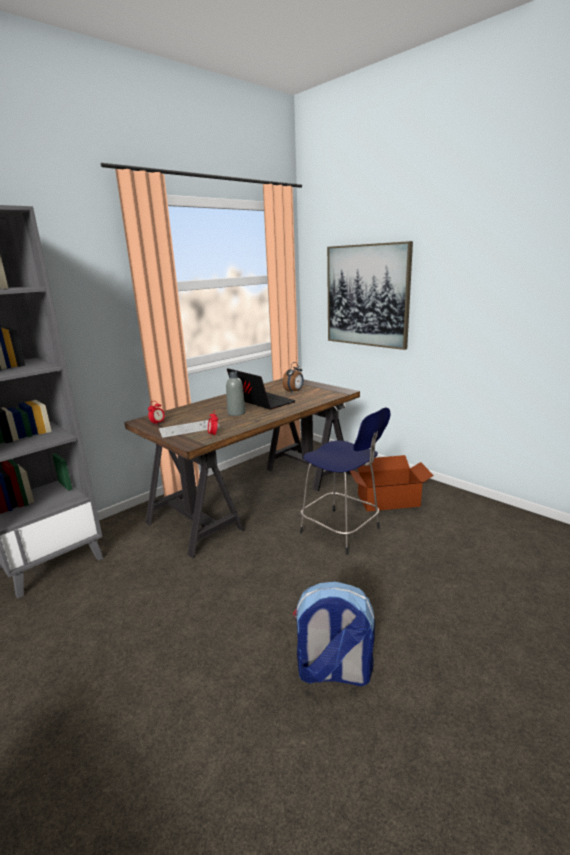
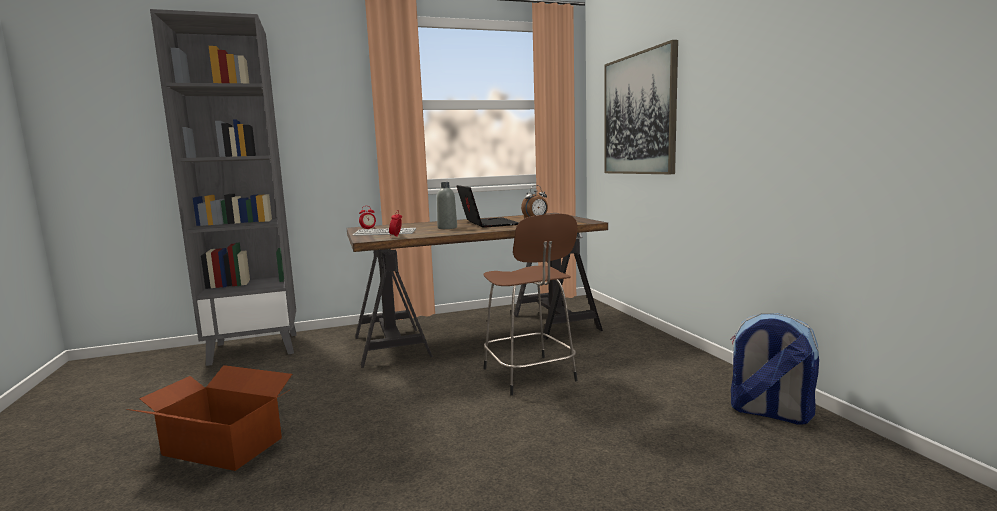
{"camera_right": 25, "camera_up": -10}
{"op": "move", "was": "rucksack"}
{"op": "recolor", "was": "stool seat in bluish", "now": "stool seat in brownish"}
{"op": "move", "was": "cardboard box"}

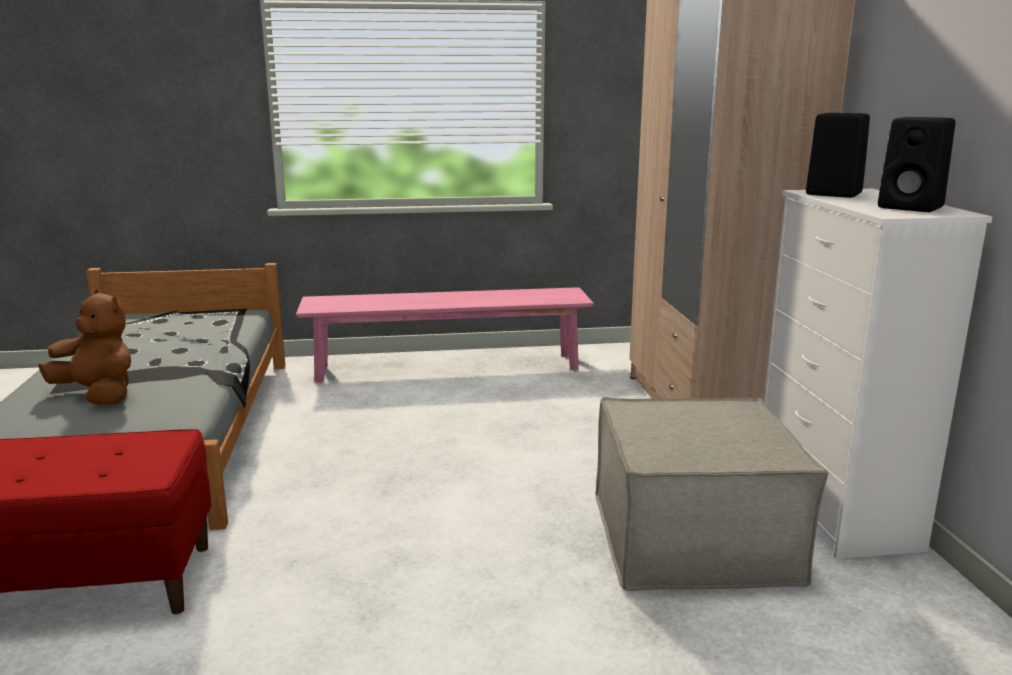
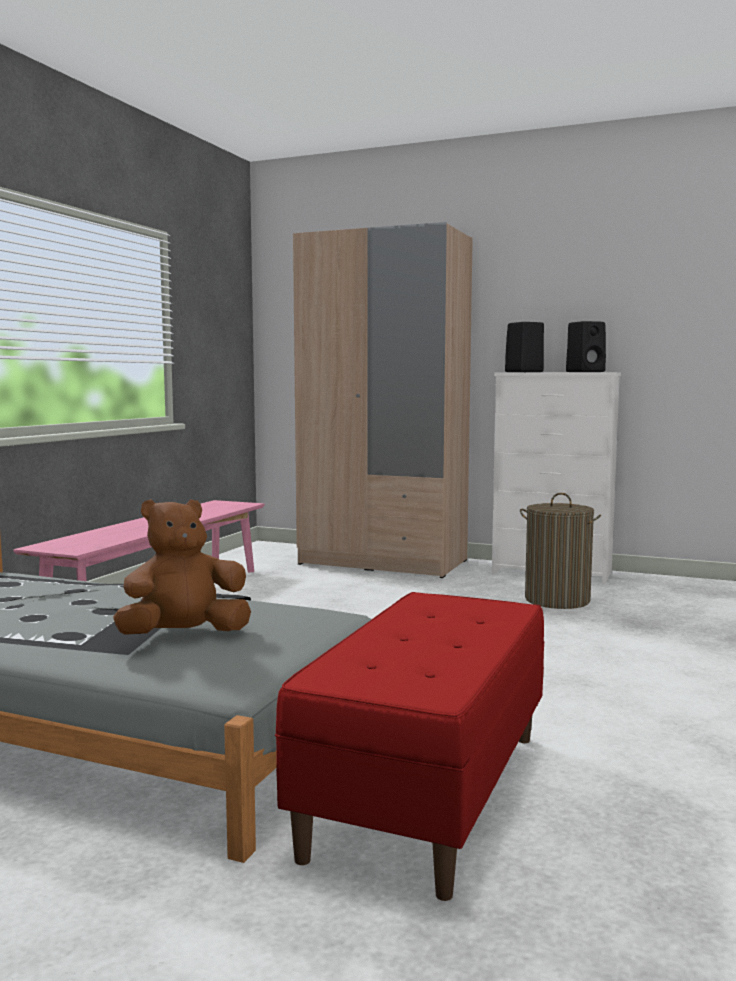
{"camera_right": -60, "camera_up": -10}
{"op": "replace", "was": "footrest in beige-coloured", "now": "washing basket"}

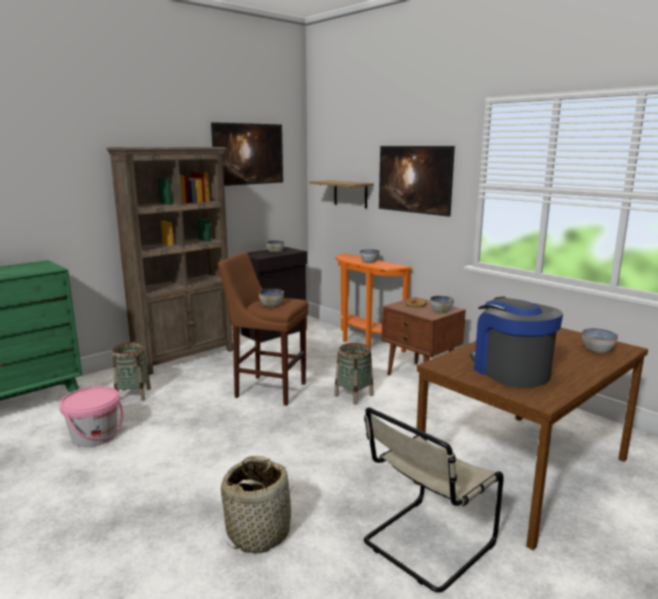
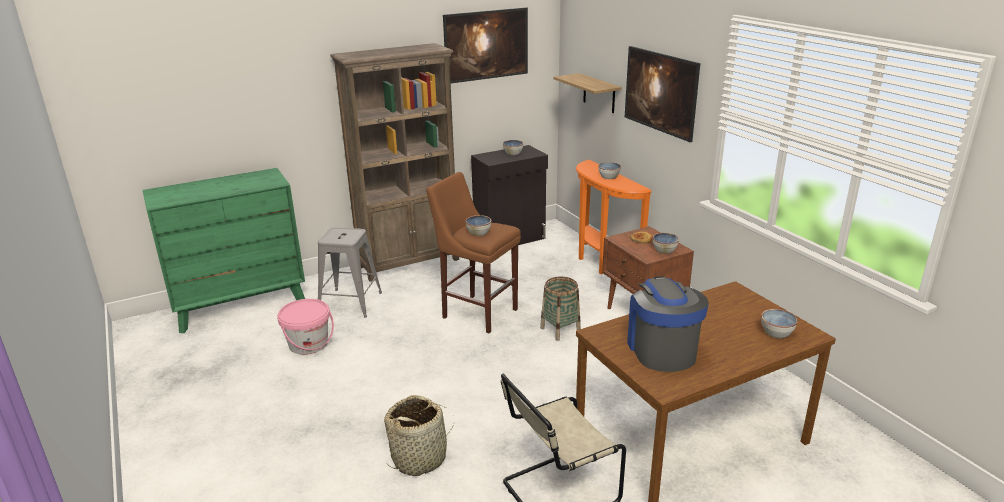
{"camera_right": 15, "camera_up": 10}
{"op": "replace", "was": "storage basket (1st from left)", "now": "stool seat in gray"}

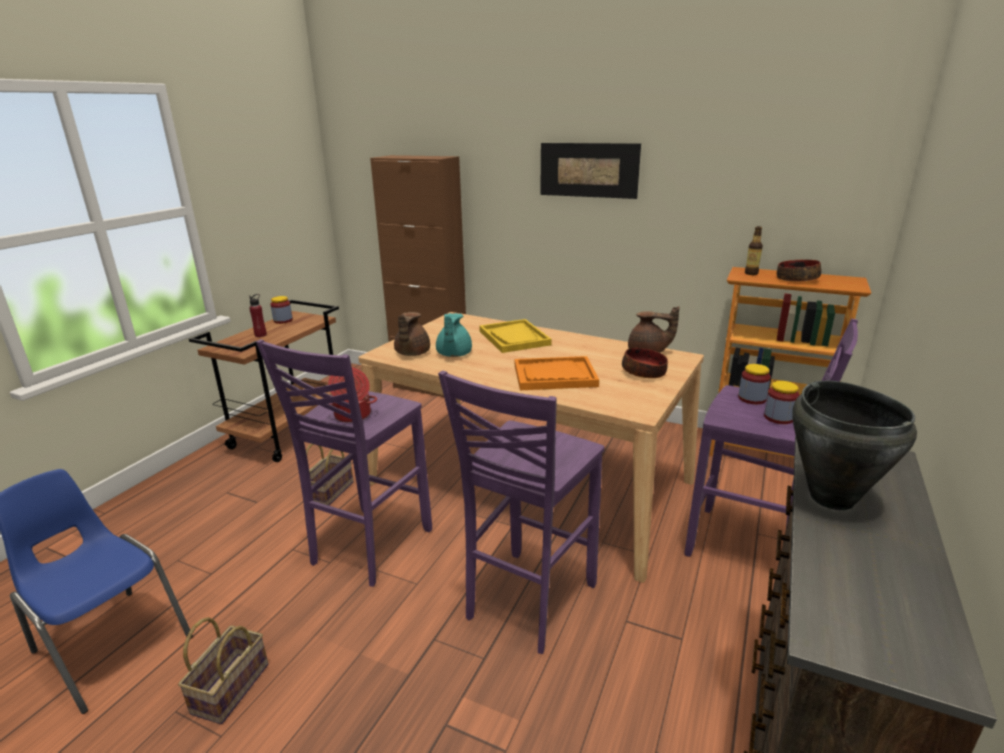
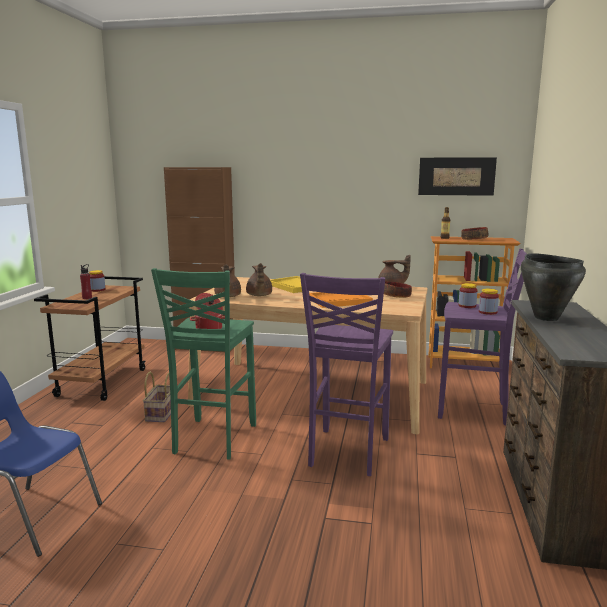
{"camera_right": -15, "camera_up": -10}
{"op": "delete", "was": "storage basket (1st from left)"}
{"op": "recolor", "was": "stool seat in purplish (1st from left)", "now": "stool seat in greenish"}
{"op": "recolor", "was": "tea pot in blue-green", "now": "tea pot in brownish (2nd from left)"}
{"op": "move", "was": "wall picture"}

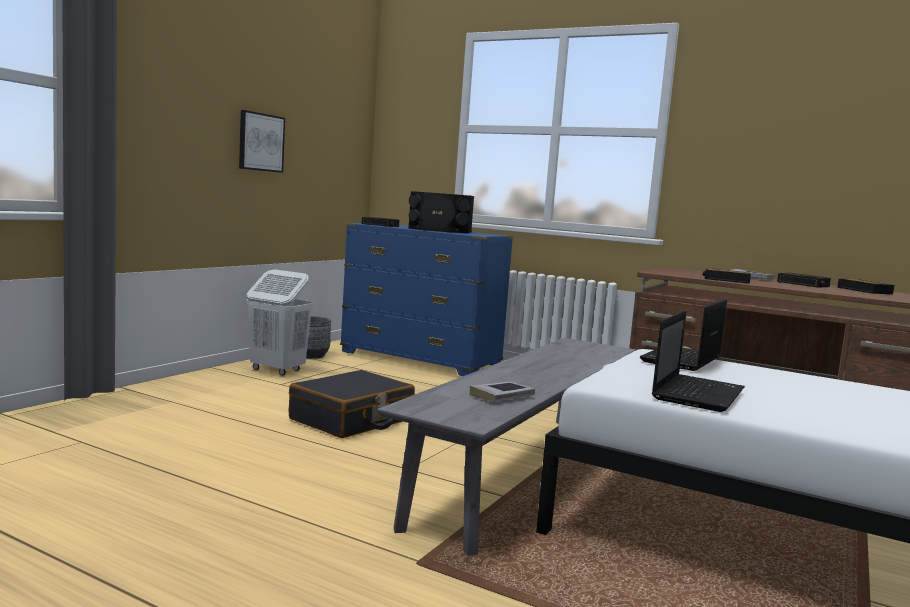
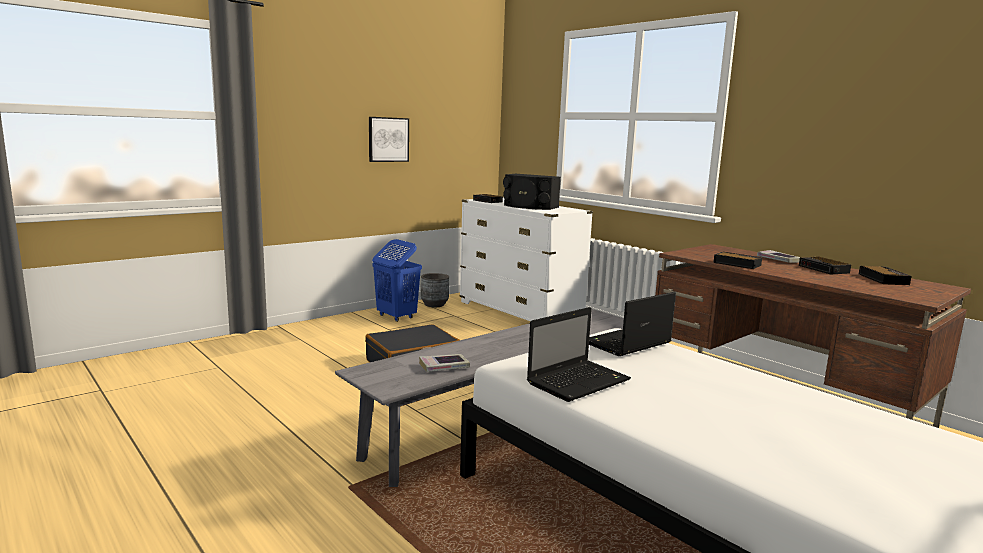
{"camera_right": 20, "camera_up": 5}
{"op": "recolor", "was": "washing basket in white", "now": "washing basket in bluish"}
{"op": "recolor", "was": "dresser in bluish", "now": "dresser in white"}

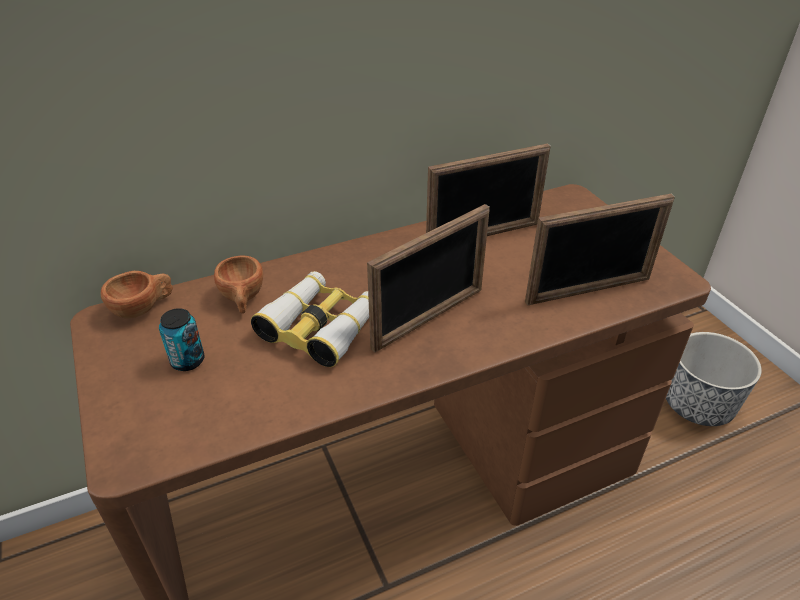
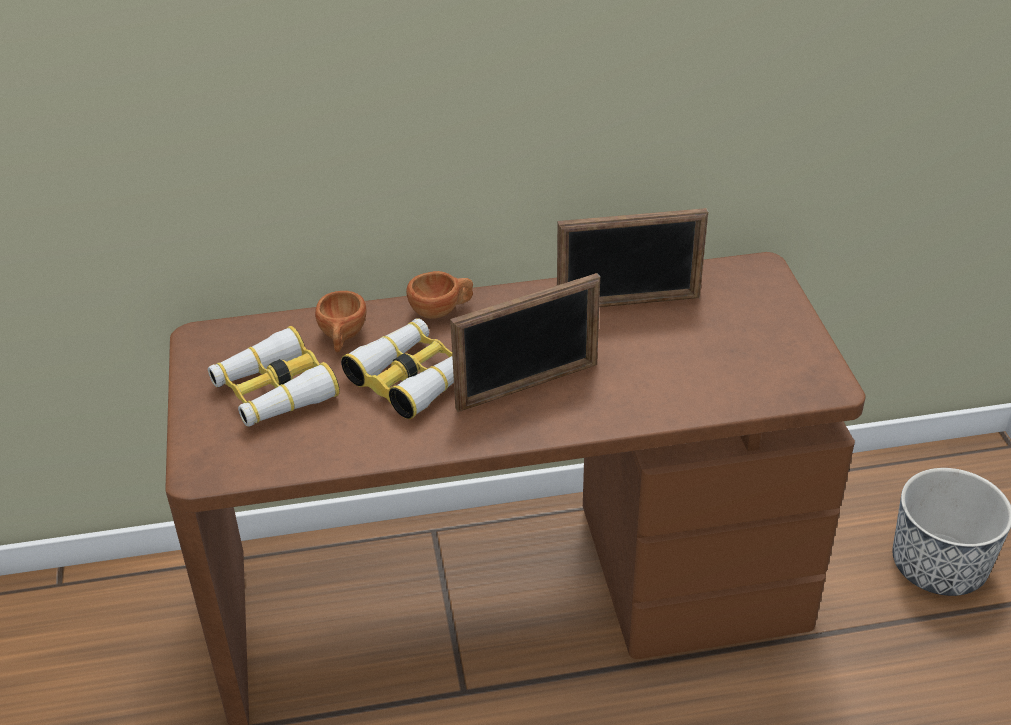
{"camera_right": 15, "camera_up": 0}
{"op": "move", "was": "drinking cup in brownish (1st from left in the first image)", "now": "drinking cup in brownish (2nd from left)"}
{"op": "replace", "was": "metal can", "now": "field glasses (1st from left)"}
{"op": "delete", "was": "photo frame (3rd from left)"}

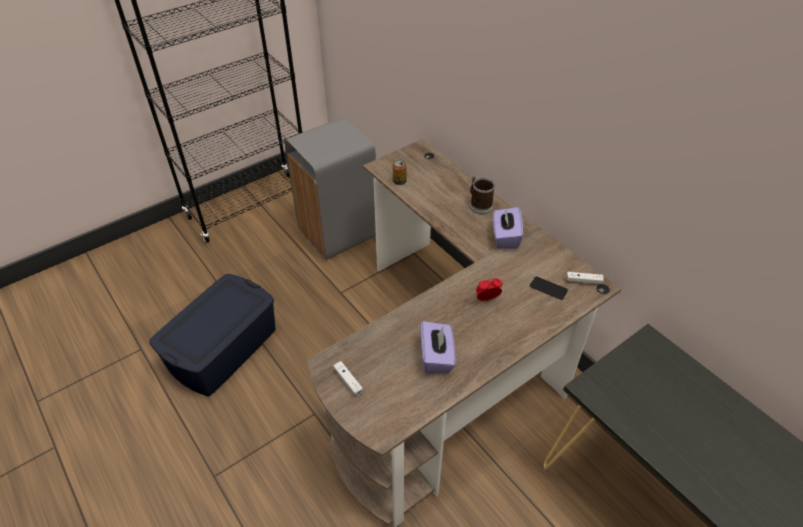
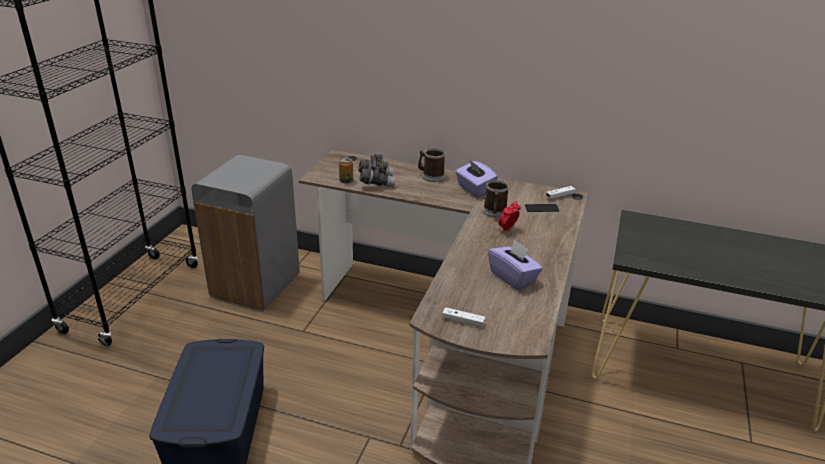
{"camera_right": -35, "camera_up": -15}
{"op": "insert", "now": "field glasses in gray"}
{"op": "insert", "now": "mug (2nd from left)"}

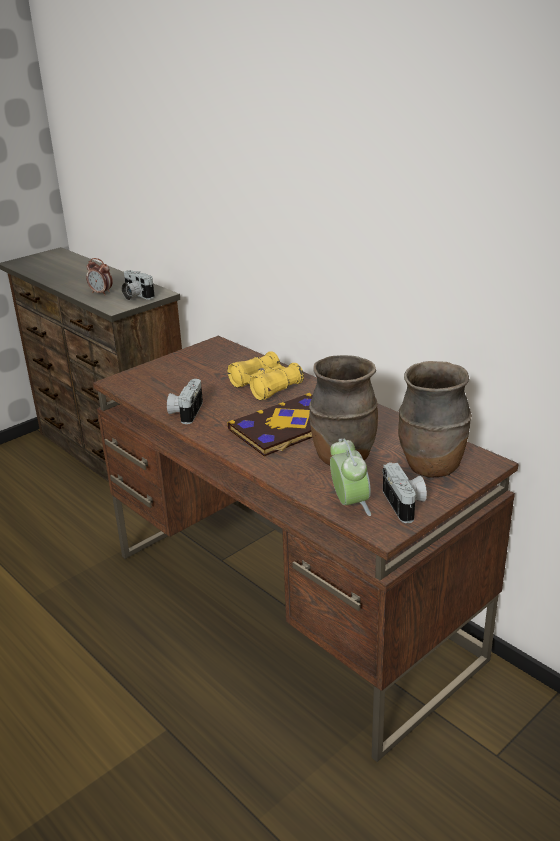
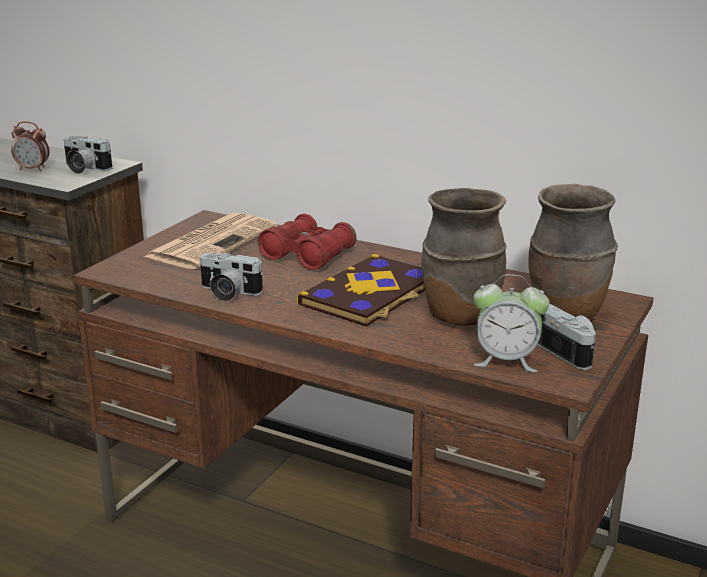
{"camera_right": -20, "camera_up": -5}
{"op": "rotate", "was": "still camera (2nd from left)", "clockwise": -60}
{"op": "recolor", "was": "field glasses in yellow-coloured", "now": "field glasses in red"}
{"op": "rotate", "was": "alarm clock (2nd from left)", "clockwise": 135}
{"op": "insert", "now": "printed paper"}

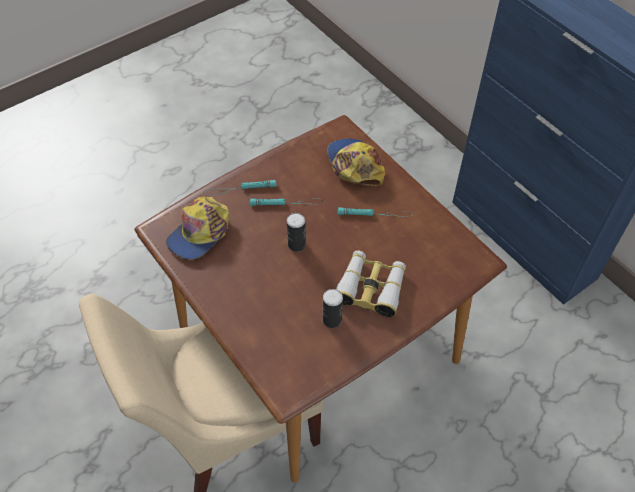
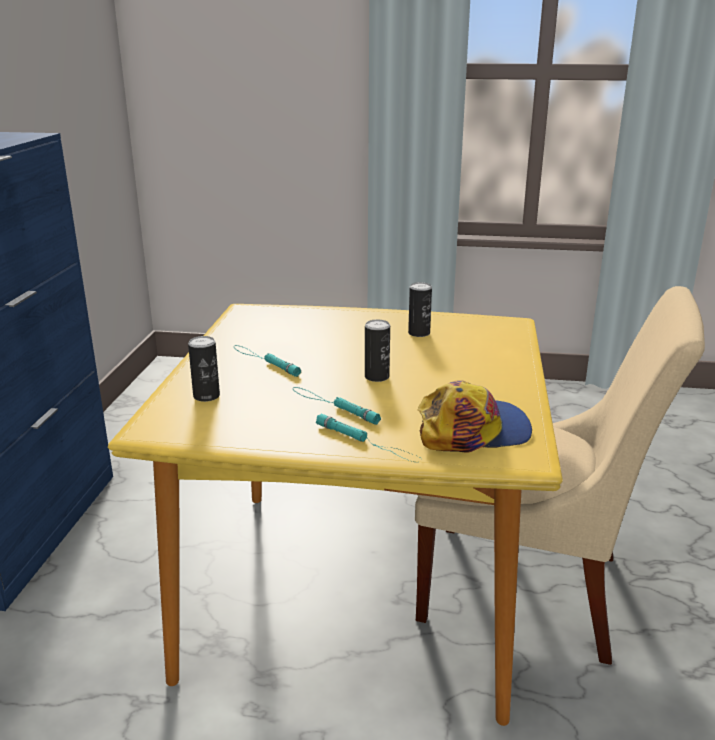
{"camera_right": -135, "camera_up": -30}
{"op": "recolor", "was": "kitchen table in brownish", "now": "kitchen table in yellow-coloured"}
{"op": "replace", "was": "baseball cap (2nd from left)", "now": "metal can (1st from left)"}
{"op": "delete", "was": "field glasses"}

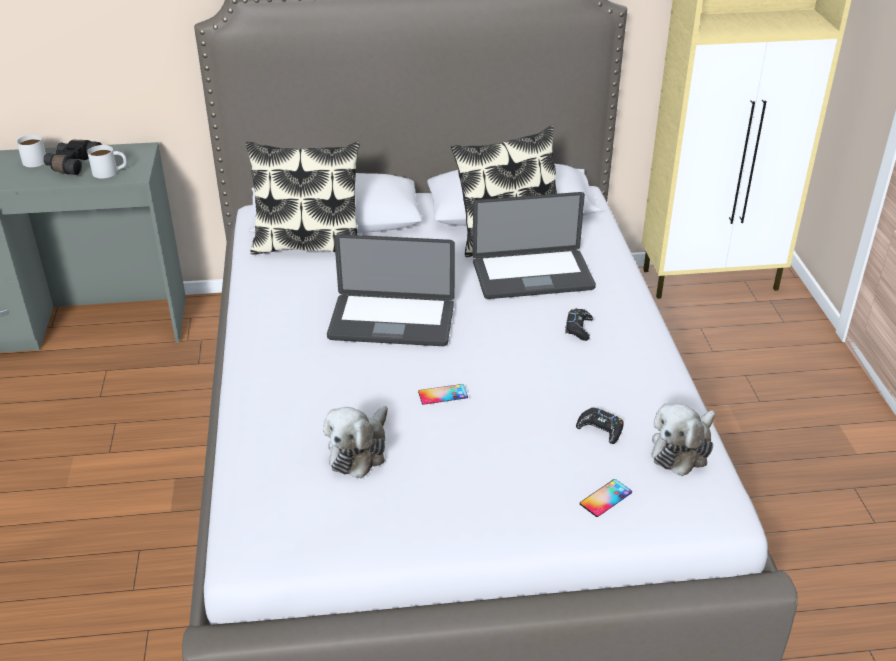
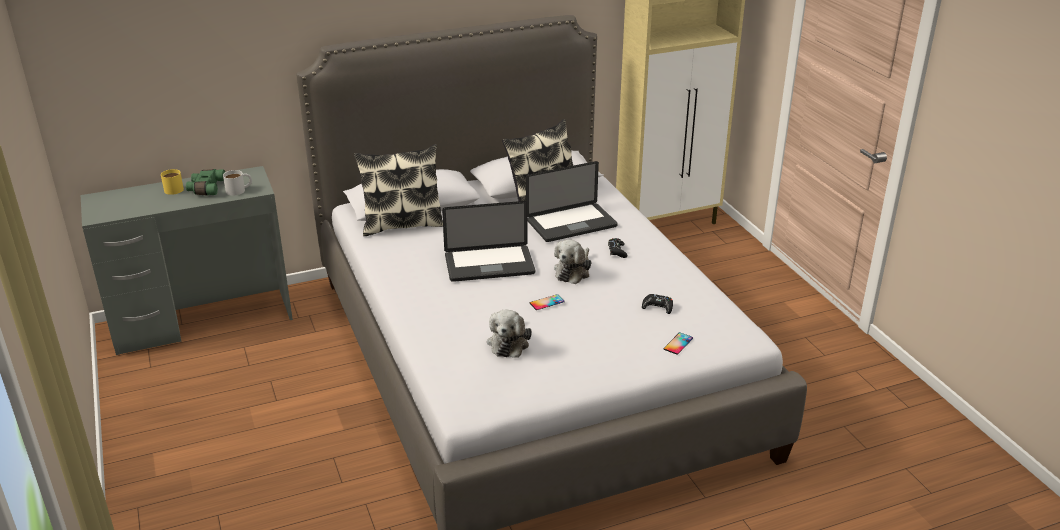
{"camera_right": -15, "camera_up": -5}
{"op": "recolor", "was": "mug in white (1st from left)", "now": "mug in yellow-coloured"}
{"op": "recolor", "was": "field glasses in black", "now": "field glasses in greenish"}
{"op": "move", "was": "soft toy (2nd from left)"}

